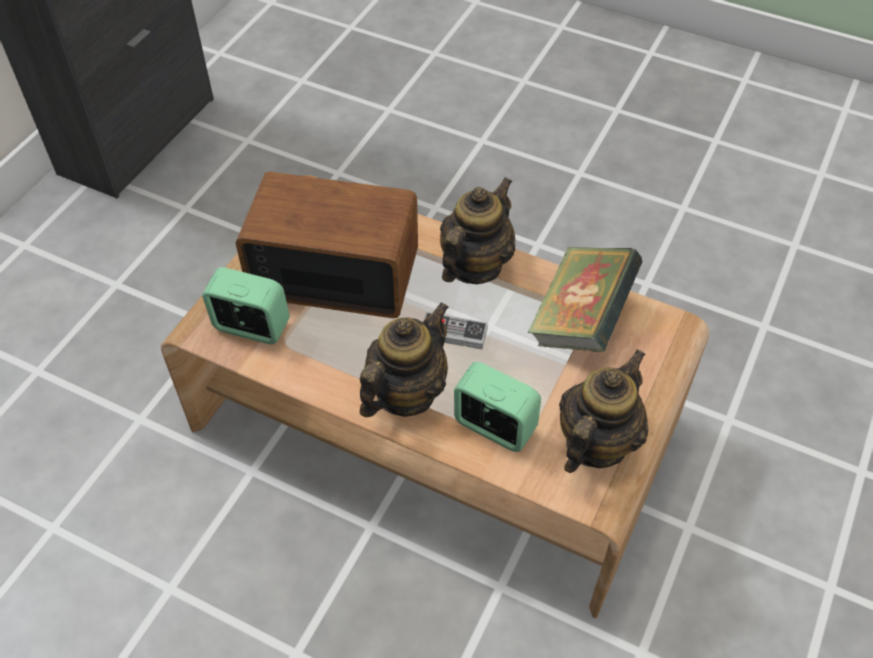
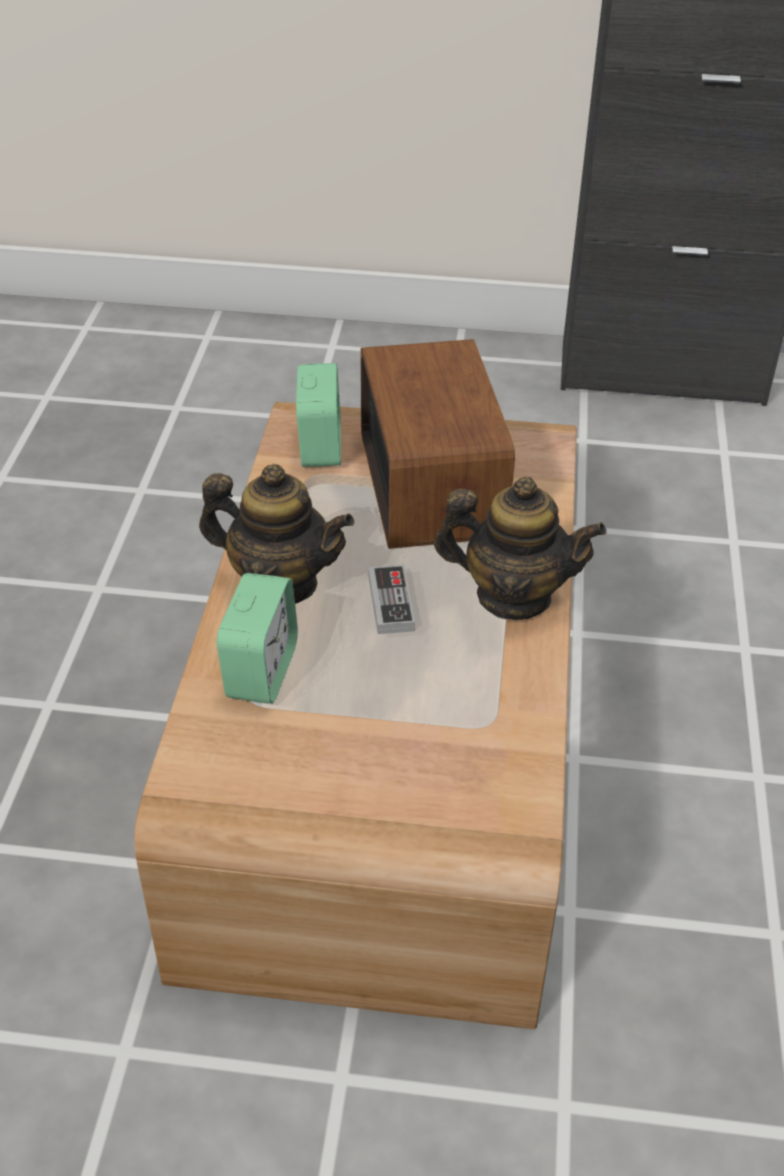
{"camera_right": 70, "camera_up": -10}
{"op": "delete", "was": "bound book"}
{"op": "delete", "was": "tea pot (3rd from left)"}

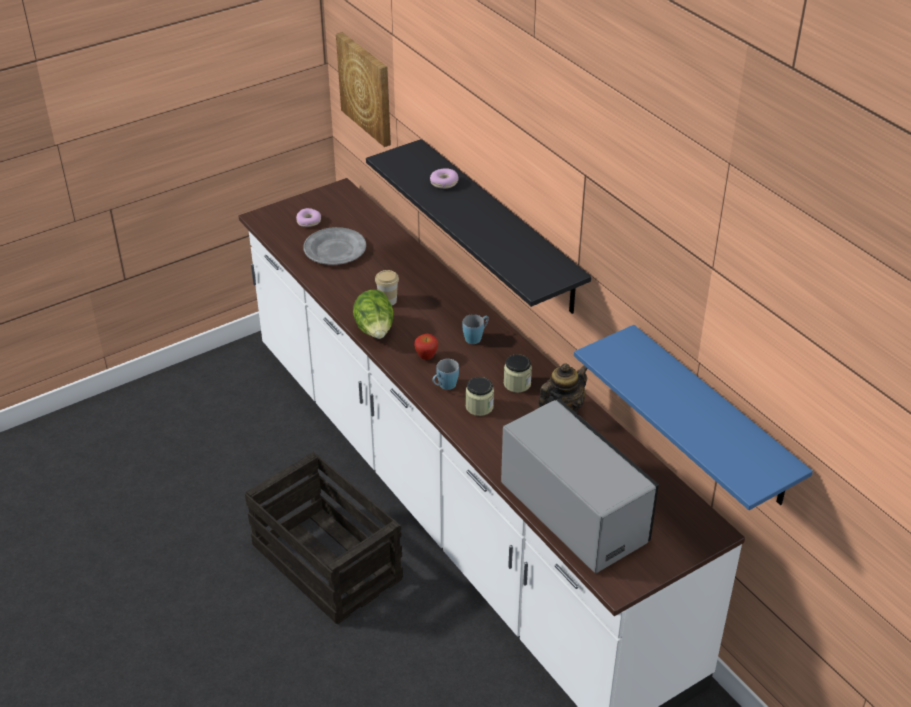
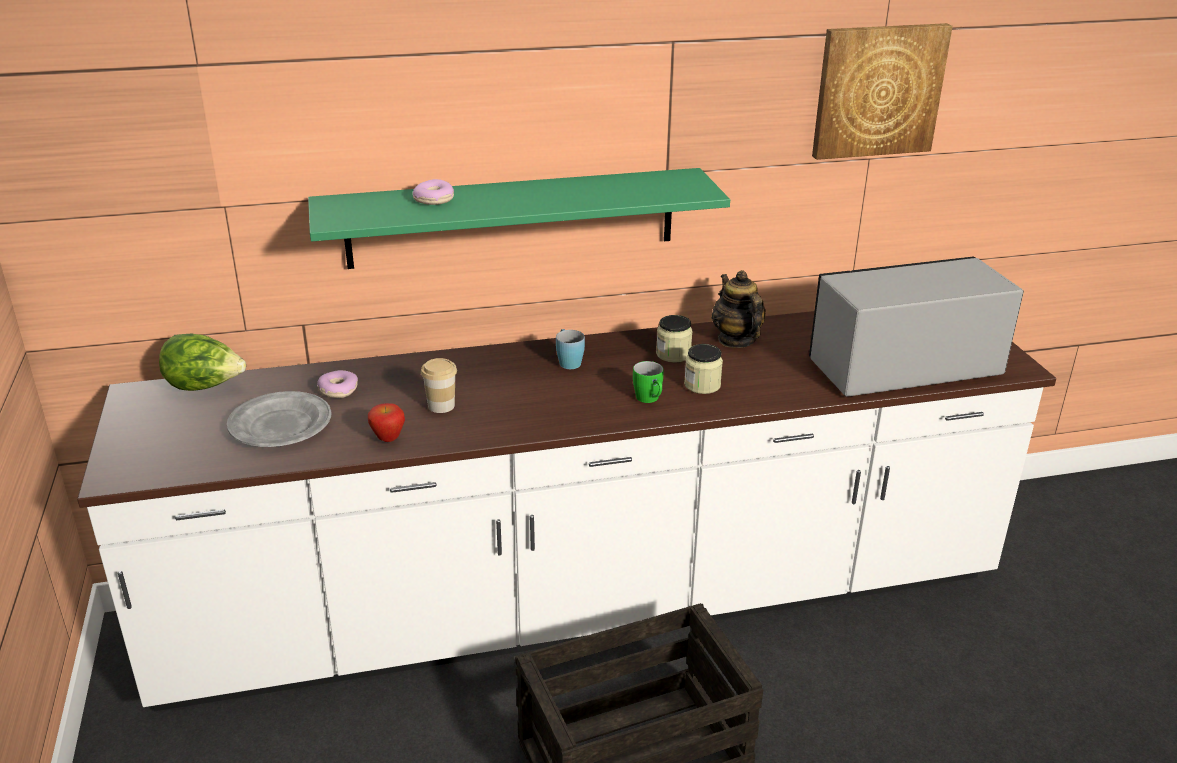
{"camera_right": -70, "camera_up": -10}
{"op": "move", "was": "doughnut (1st from left)"}
{"op": "move", "was": "wall picture"}
{"op": "move", "was": "head of lettuce"}
{"op": "recolor", "was": "bracket shelf in black", "now": "bracket shelf in greenish"}
{"op": "move", "was": "apple fruit"}
{"op": "recolor", "was": "mug in bluish (1st from left)", "now": "mug in greenish"}
{"op": "delete", "was": "bracket shelf in bluish"}

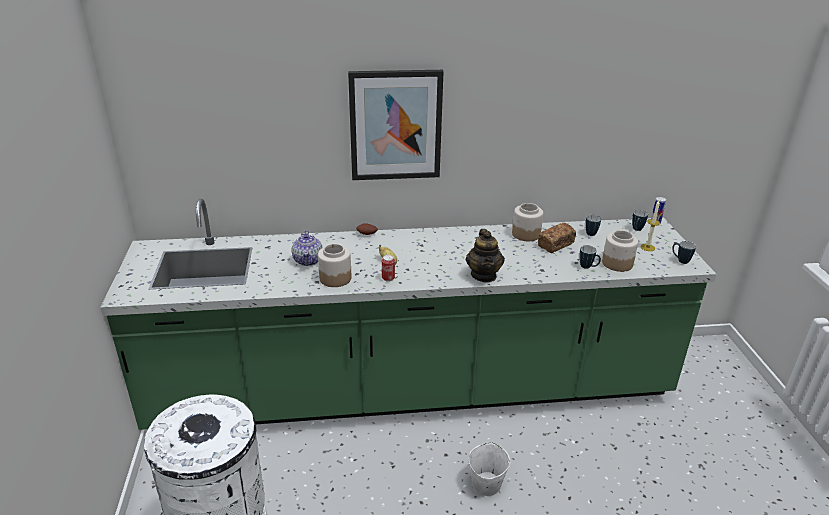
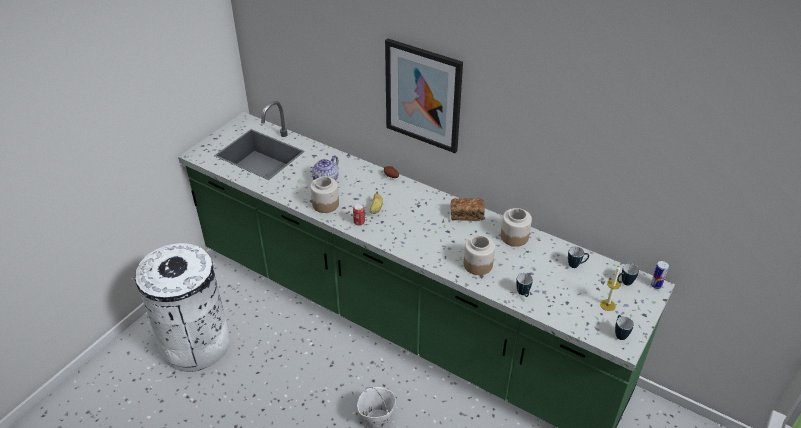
{"camera_right": 40, "camera_up": 10}
{"op": "delete", "was": "tea pot (2nd from left)"}
{"op": "move", "was": "baked bread"}
{"op": "move", "was": "storage jar (3rd from left in the first image)", "now": "storage jar (2nd from left)"}

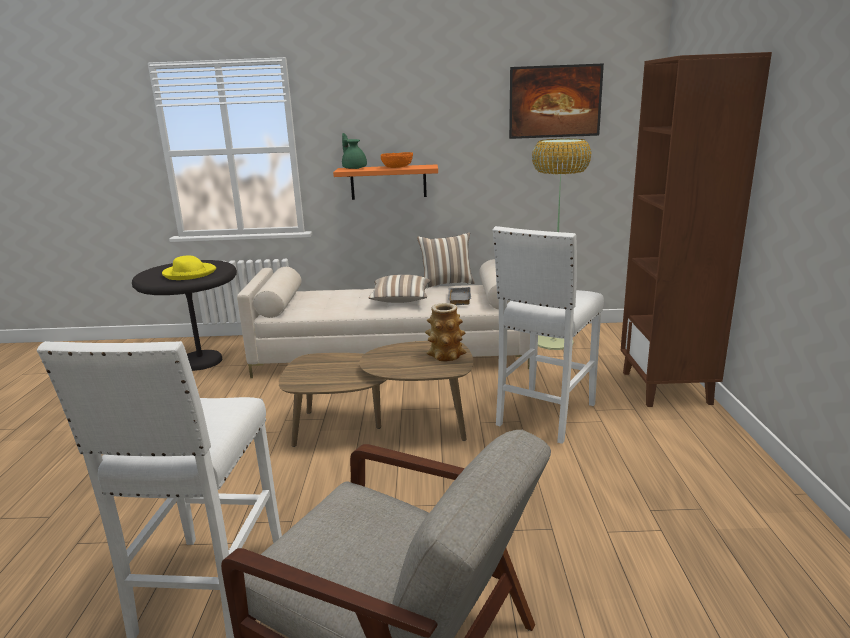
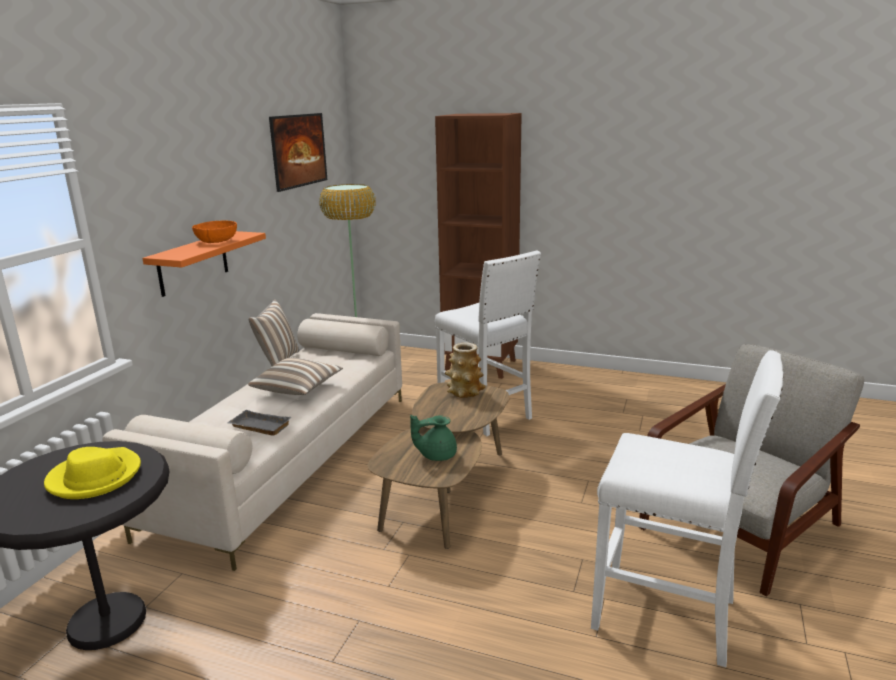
{"camera_right": -70, "camera_up": 0}
{"op": "move", "was": "tea pot in greenish"}
{"op": "move", "was": "tray in gray"}

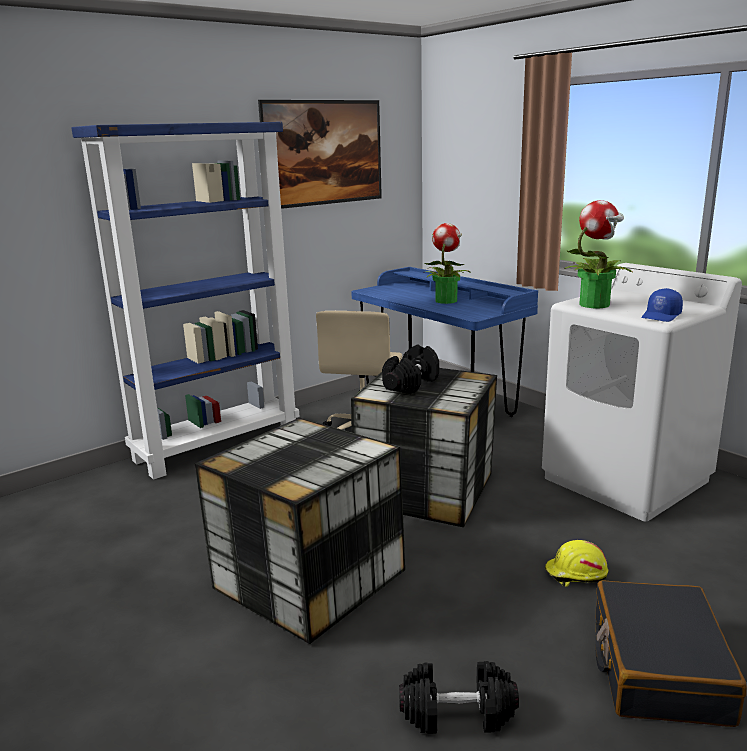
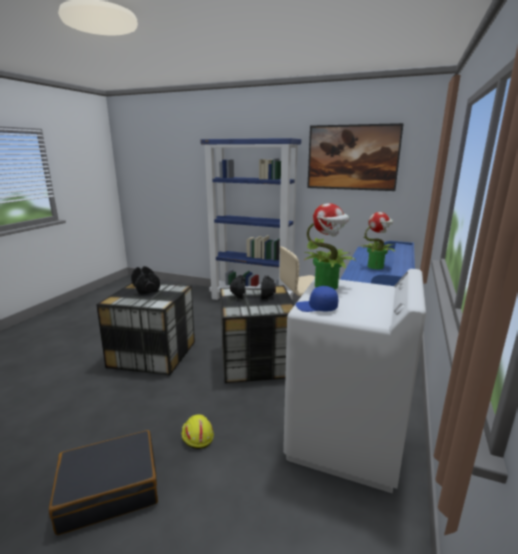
{"camera_right": 60, "camera_up": 0}
{"op": "move", "was": "hand weight in black (2nd from left in the first image)", "now": "hand weight in black (1st from left)"}

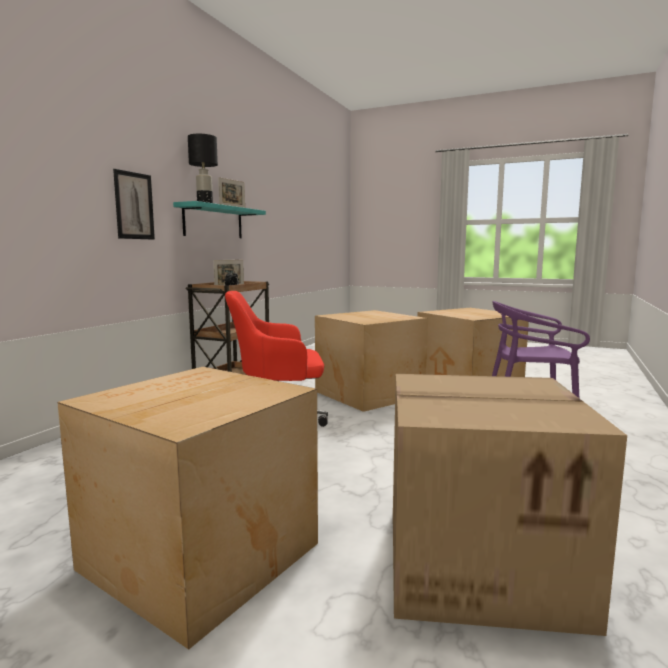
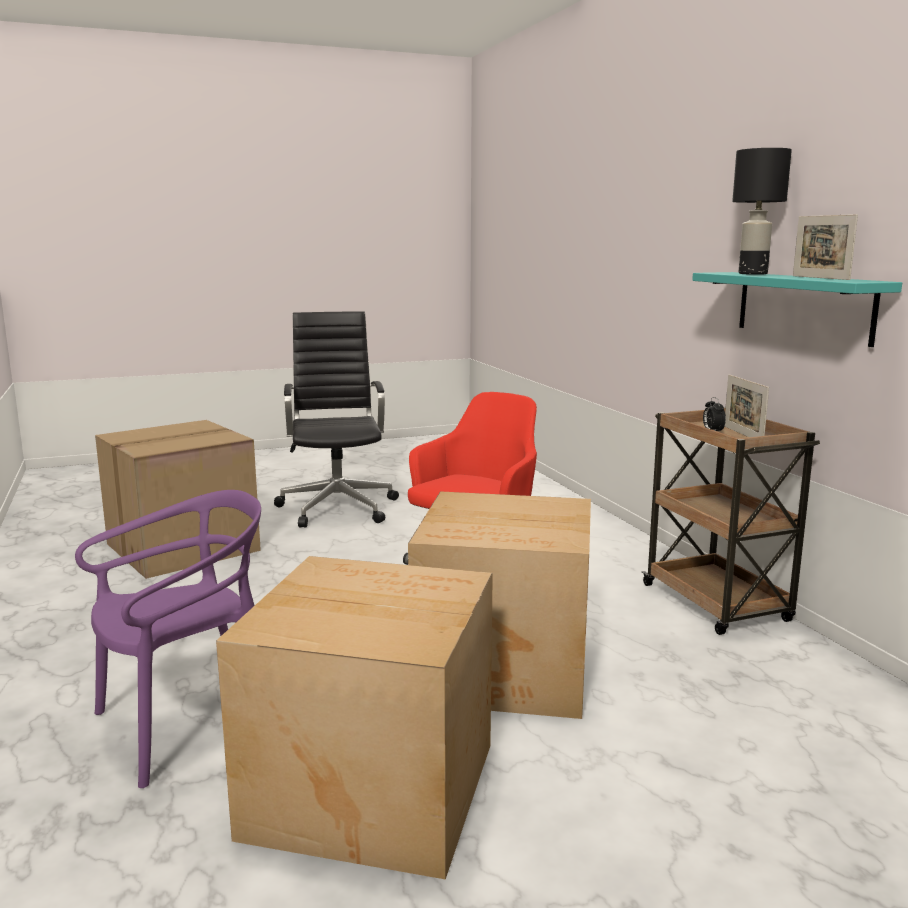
{"camera_right": 135, "camera_up": 5}
{"op": "replace", "was": "cardboard box (1st from left)", "now": "office chair in black"}
{"op": "delete", "was": "wall picture"}

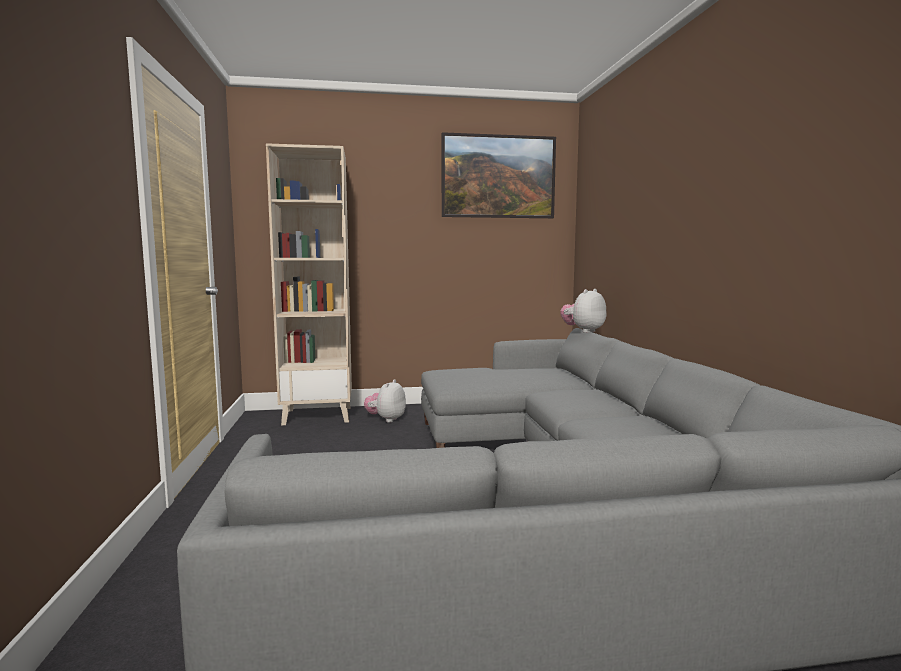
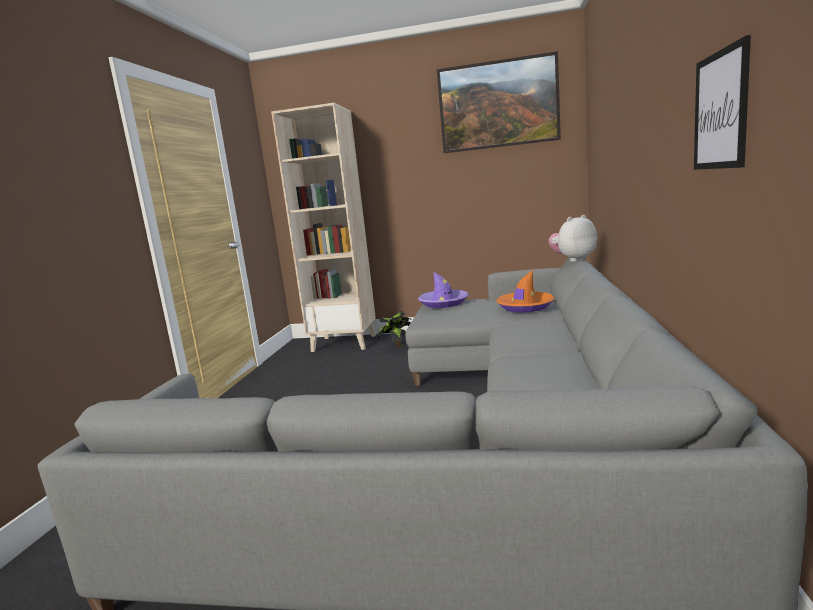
{"camera_right": 20, "camera_up": 5}
{"op": "replace", "was": "soft toy (1st from left)", "now": "plant in a pot"}
{"op": "insert", "now": "clothing hat in purplish"}
{"op": "insert", "now": "clothing hat in orange-coloured"}
{"op": "insert", "now": "wall picture (2nd from left)"}

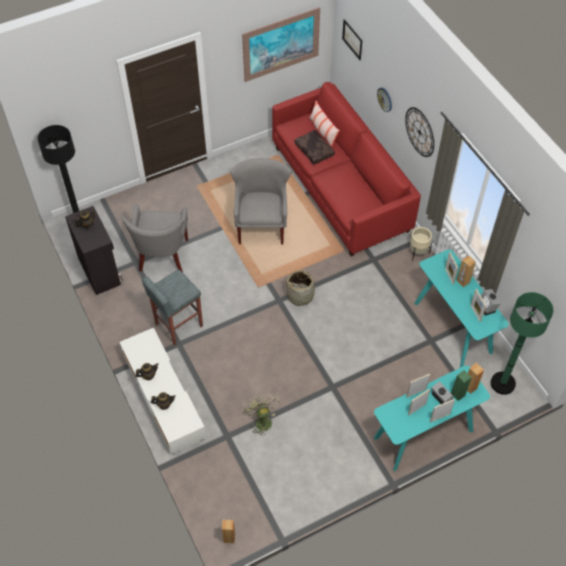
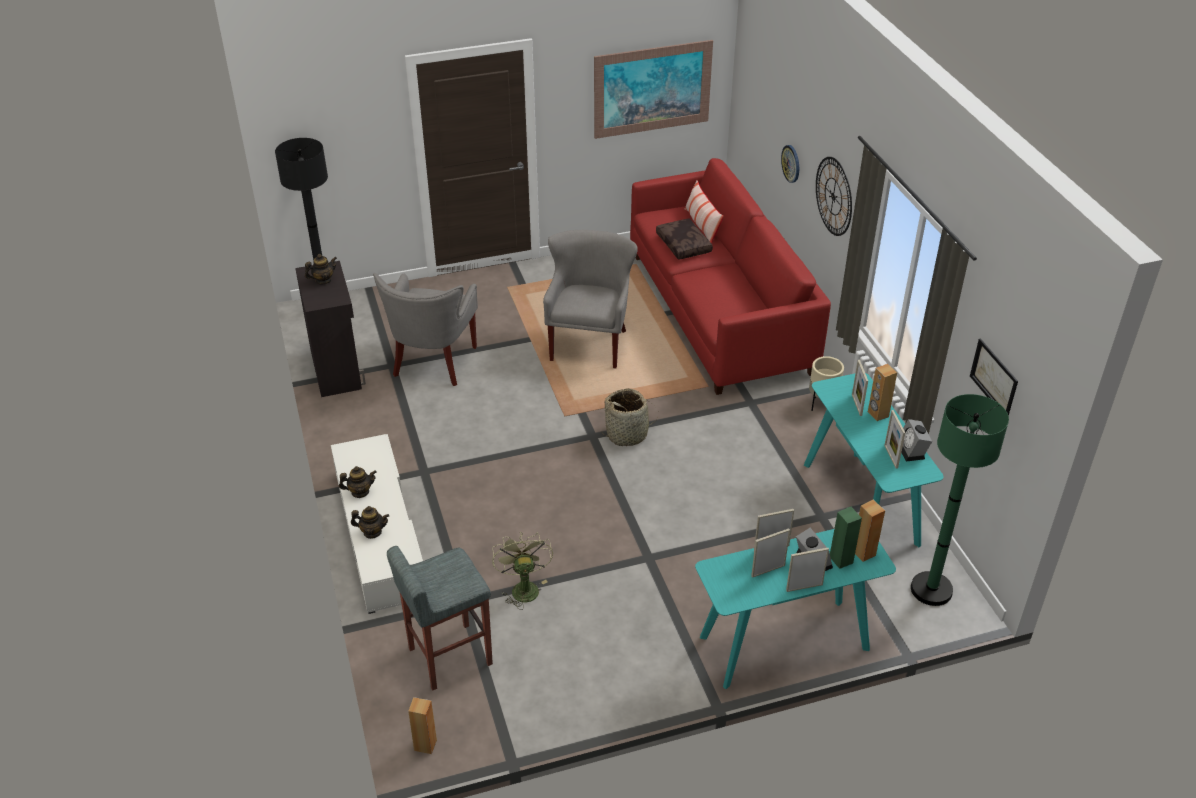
{"camera_right": 10, "camera_up": -15}
{"op": "move", "was": "stool seat in gray"}
{"op": "move", "was": "wall picture (2nd from left)"}

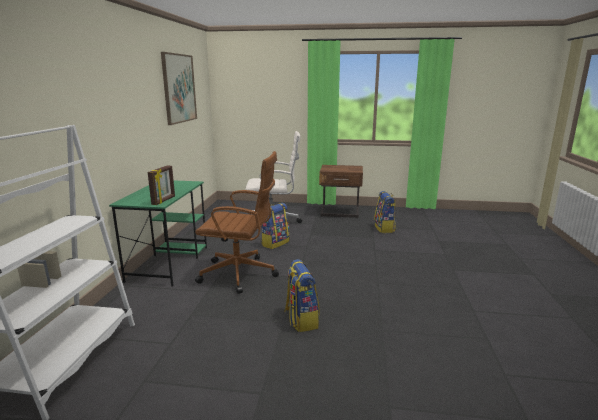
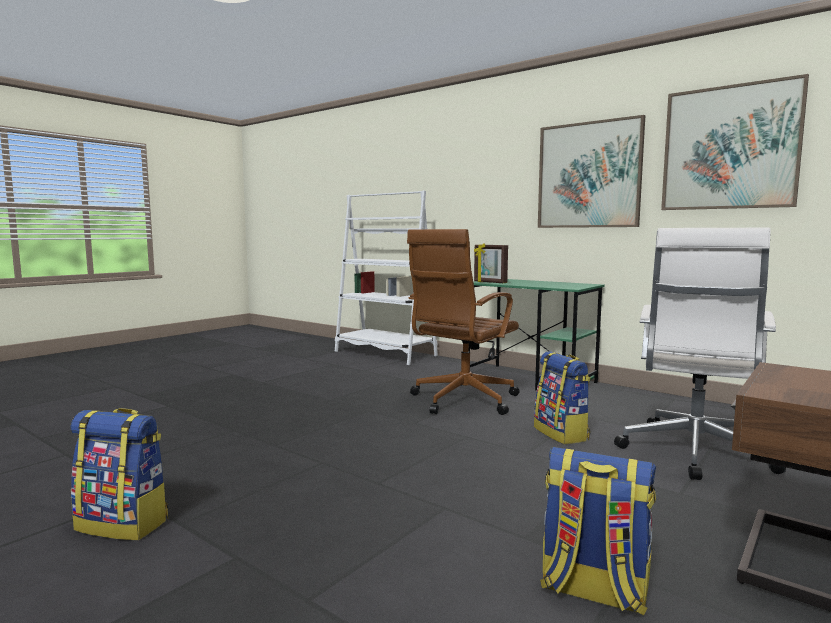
{"camera_right": 120, "camera_up": -10}
{"op": "move", "was": "rucksack (2nd from left in the first image)", "now": "rucksack (1st from left)"}
{"op": "insert", "now": "wall picture (1st from left)"}

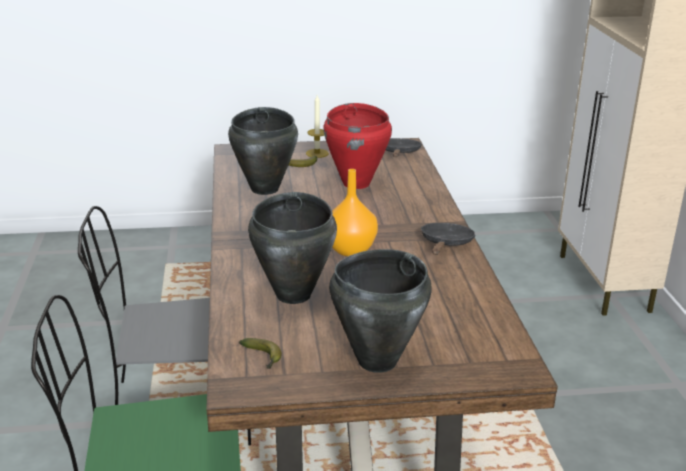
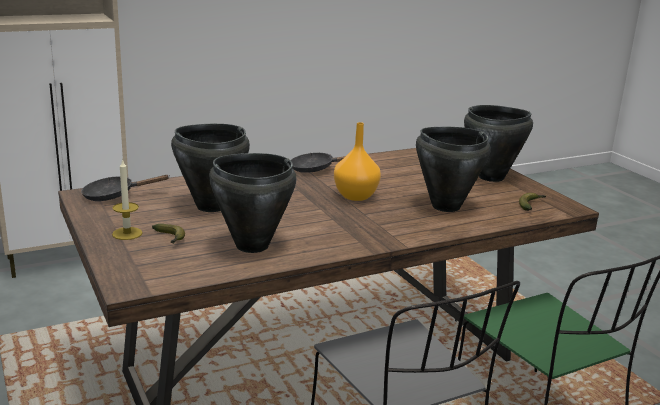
{"camera_right": -110, "camera_up": -5}
{"op": "recolor", "was": "cooking pot in red", "now": "cooking pot in black (1st from left)"}

